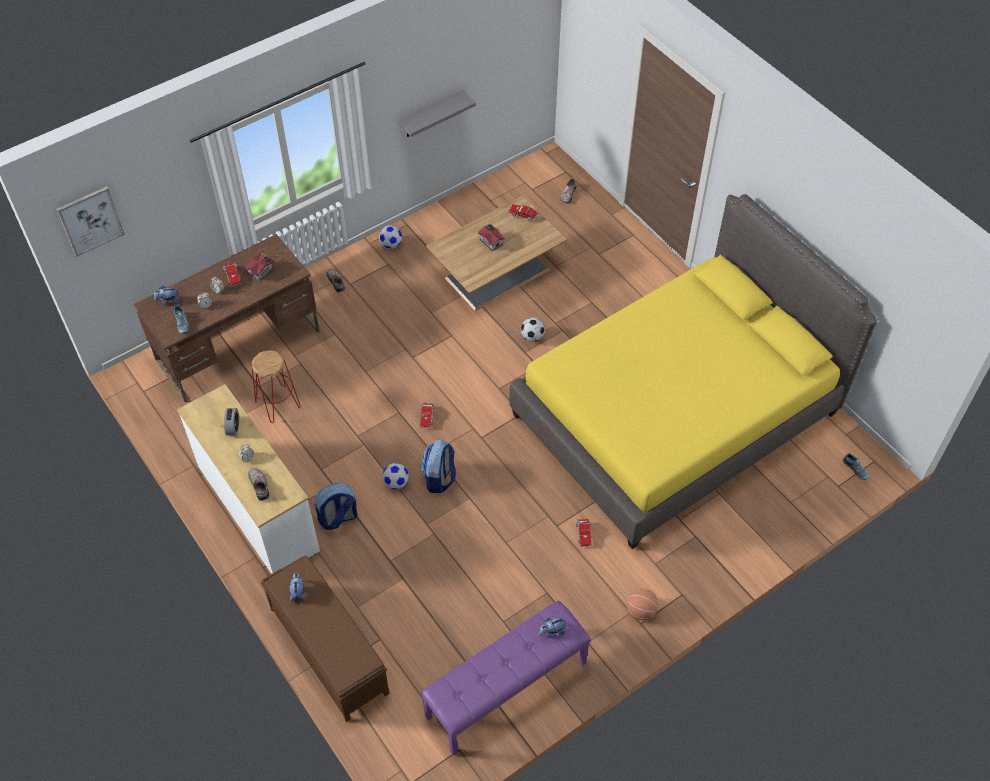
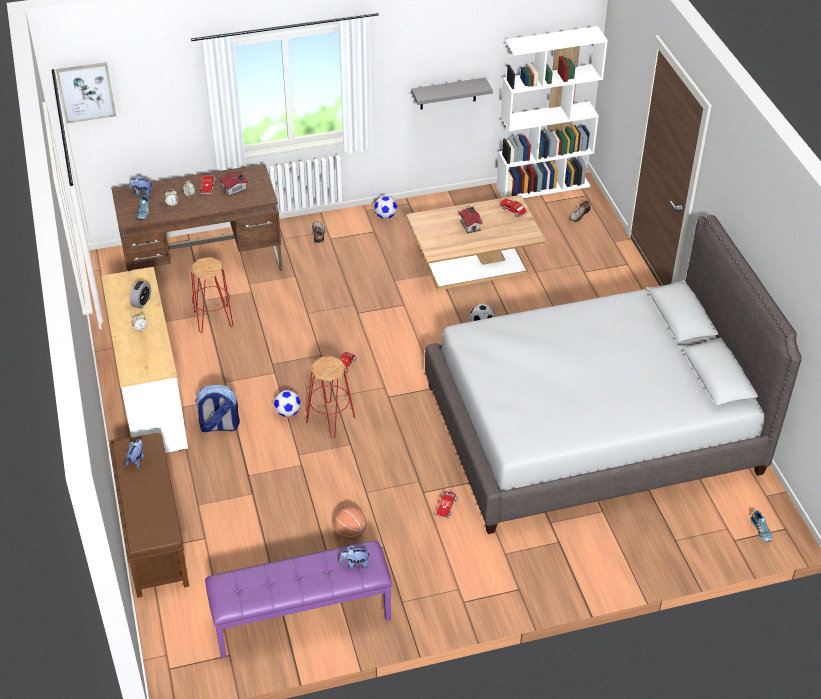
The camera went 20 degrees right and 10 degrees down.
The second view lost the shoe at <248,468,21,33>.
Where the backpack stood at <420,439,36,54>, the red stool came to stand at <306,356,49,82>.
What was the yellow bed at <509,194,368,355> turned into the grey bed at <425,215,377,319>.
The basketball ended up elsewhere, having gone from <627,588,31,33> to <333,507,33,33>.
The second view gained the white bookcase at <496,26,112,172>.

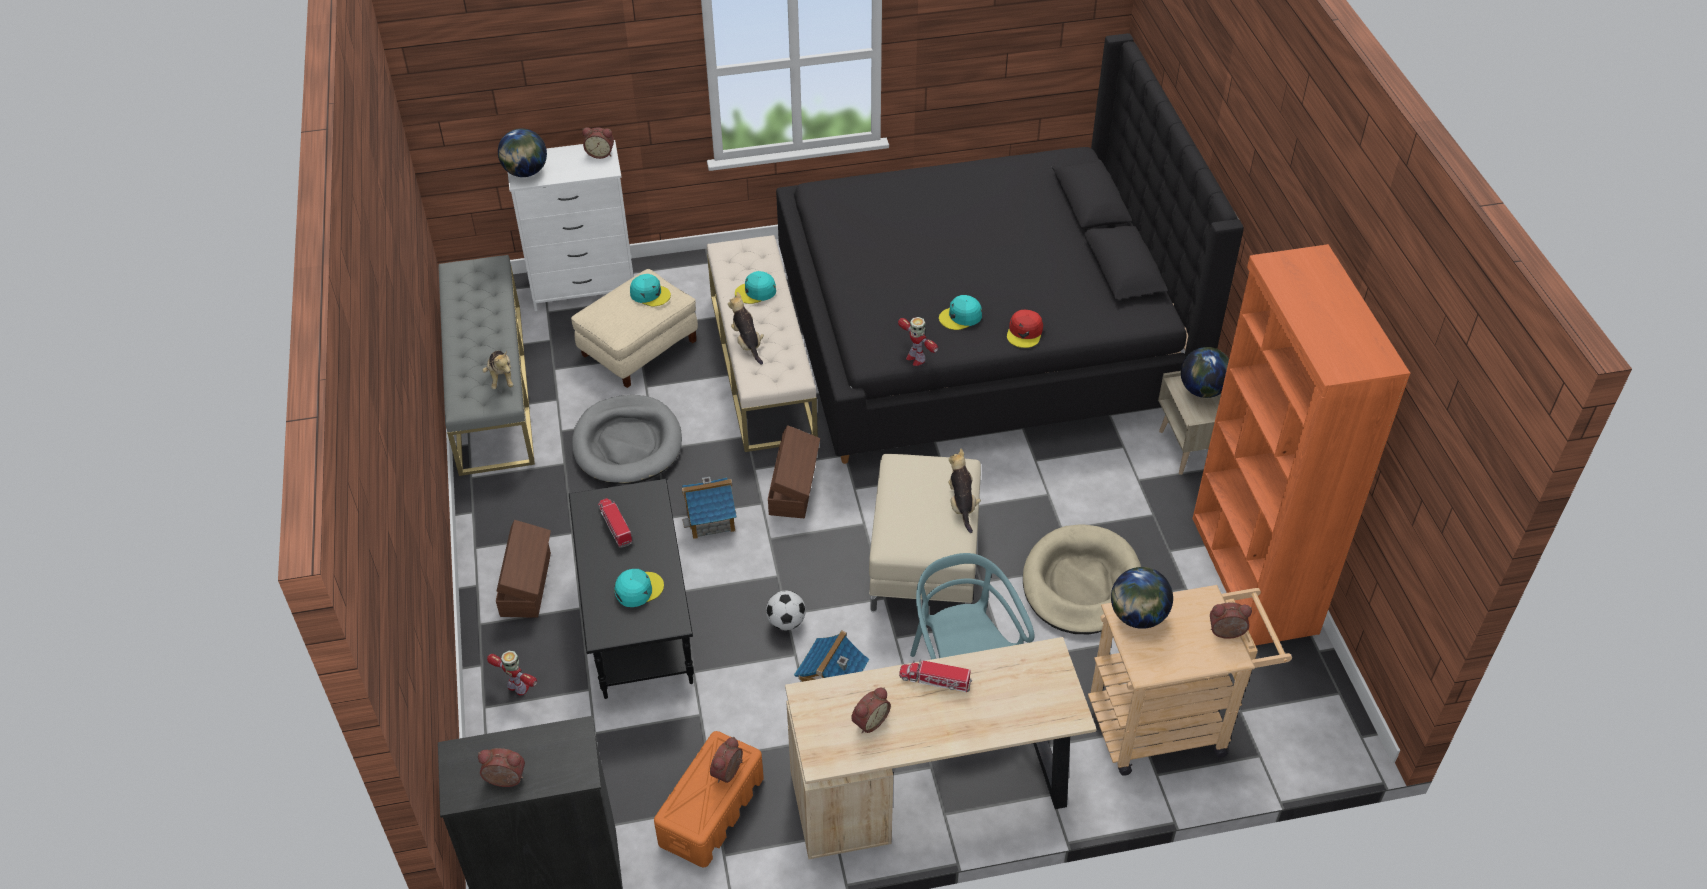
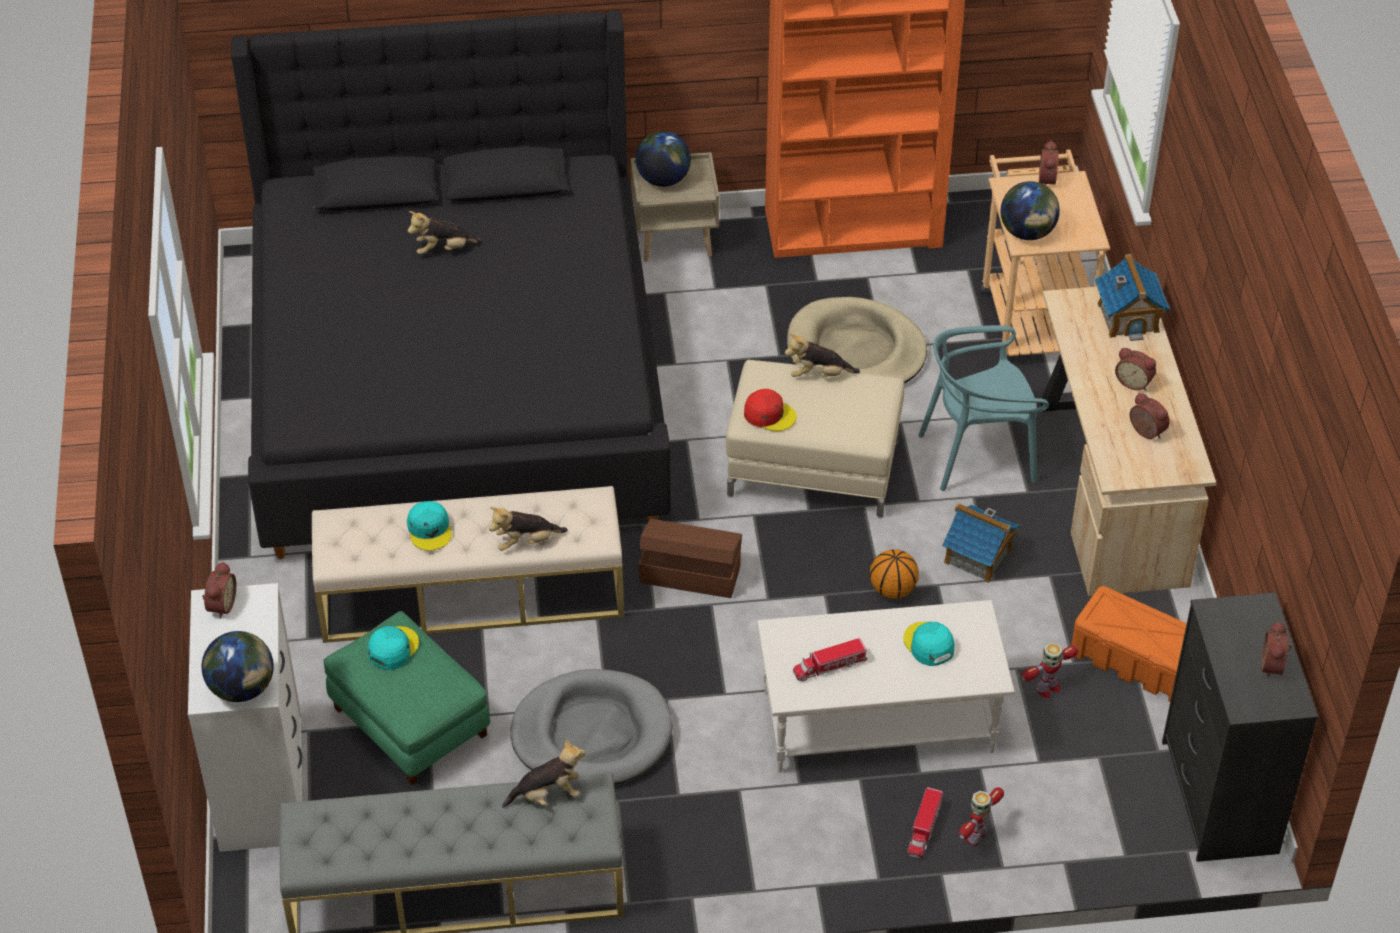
The camera went 85 degrees left and 0 degrees up.
The second view lost the brown storage box at <496,520,55,97>.
What was the black coffee table at <569,479,125,220> turned into the white coffee table at <757,600,258,173>.
What was the beige ottoman at <571,269,127,119> turned into the green ottoman at <323,611,167,175>.
The toy house ended up elsewhere, having gone from <682,477,55,62> to <1095,254,75,87>.
The alarm clock ended up elsewhere, having gone from <710,737,33,46> to <1115,348,41,43>.
Where the football stood at <766,591,40,39>, the basketball came to stand at <870,549,49,49>.
The toy robot ended up elsewhere, having gone from <898,317,40,49> to <1021,643,57,55>.
The toy truck ended up elsewhere, having gone from <899,659,73,33> to <907,787,36,71>.
The second view lost the turquoise cap at <939,295,43,35>.
The red cap ended up elsewhere, having gone from <1007,310,36,38> to <744,389,52,42>.
The second view gained the plush toy at <408,211,75,43>.

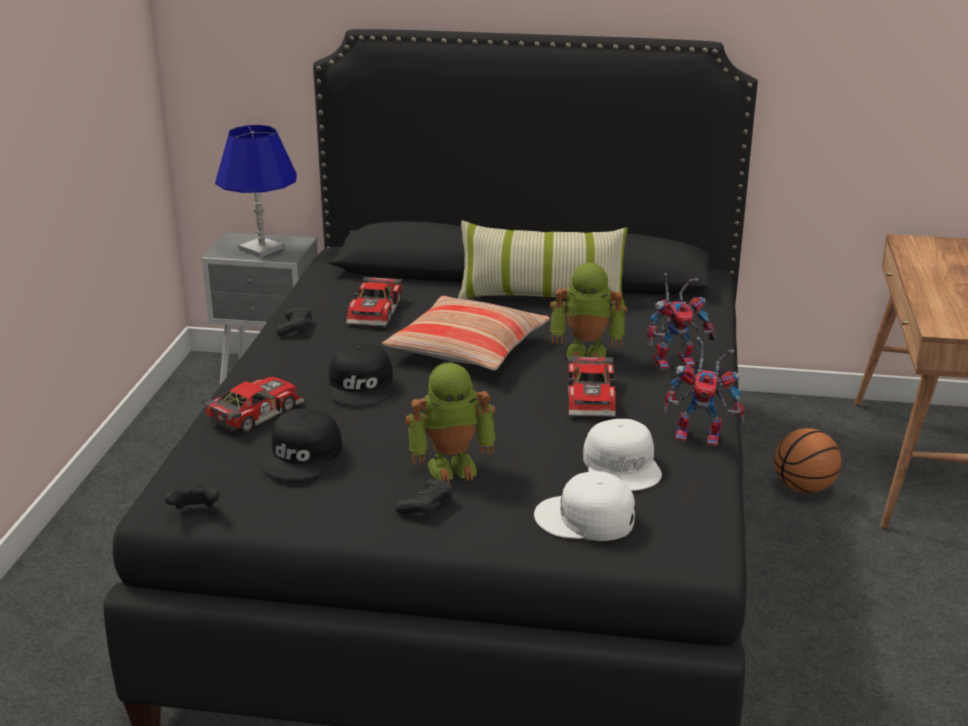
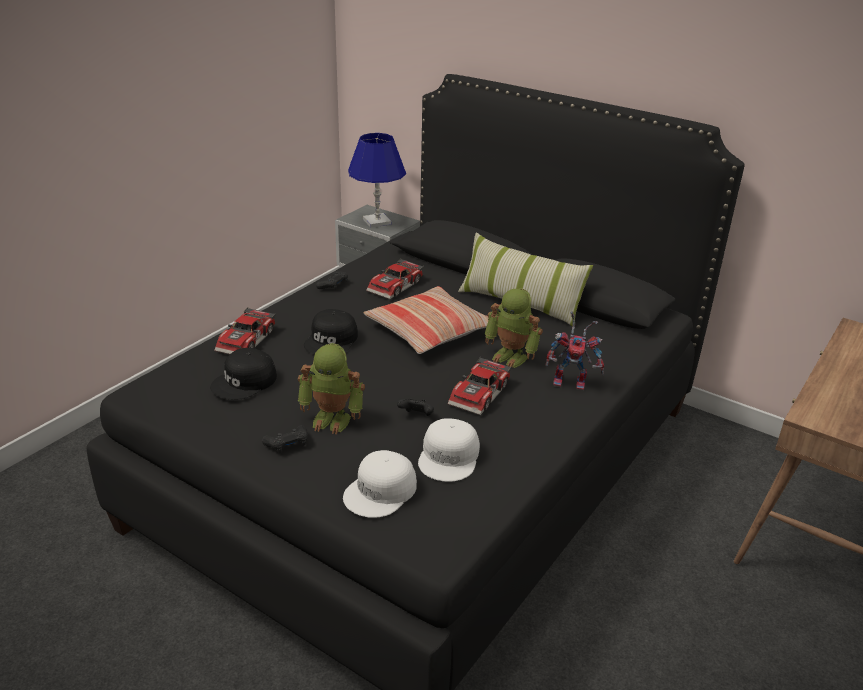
The camera went 25 degrees right and 5 degrees up.
The black game controller ended up elsewhere, having gone from <165,485,54,24> to <397,398,37,18>.
The toy car at <201,377,103,56> ended up facing another way, 135 degrees clockwise from before.
The white cap at <534,471,101,70> ended up facing another way, 90 degrees counterclockwise from before.
The second view lost the toy robot at <664,336,80,110>.
The second view lost the basketball at <774,428,67,65>.

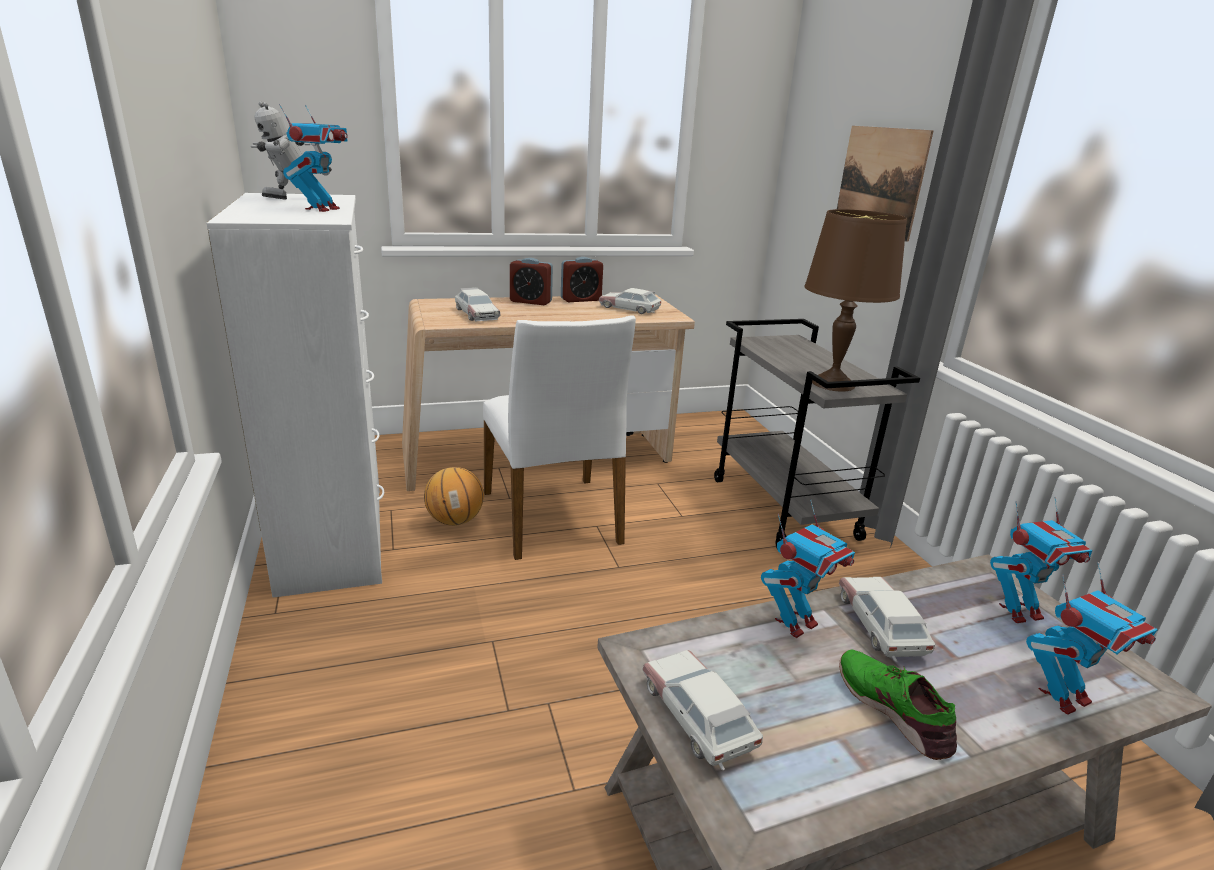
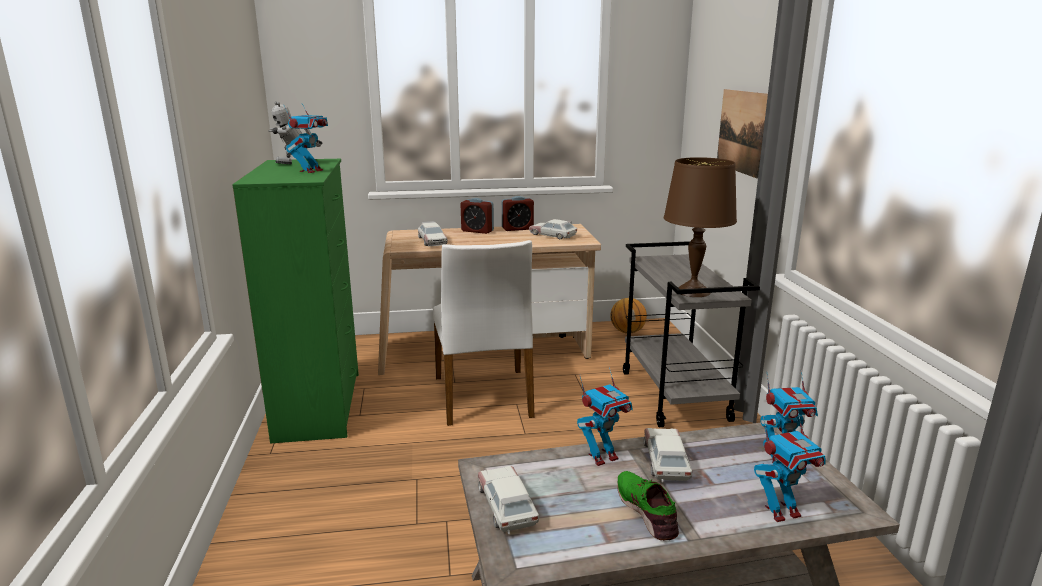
The camera went 10 degrees right and 5 degrees down.
What was the white dresser at <207,193,177,405> turned into the green dresser at <232,159,127,285>.
The basketball ended up elsewhere, having gone from <424,467,60,59> to <610,298,37,35>.

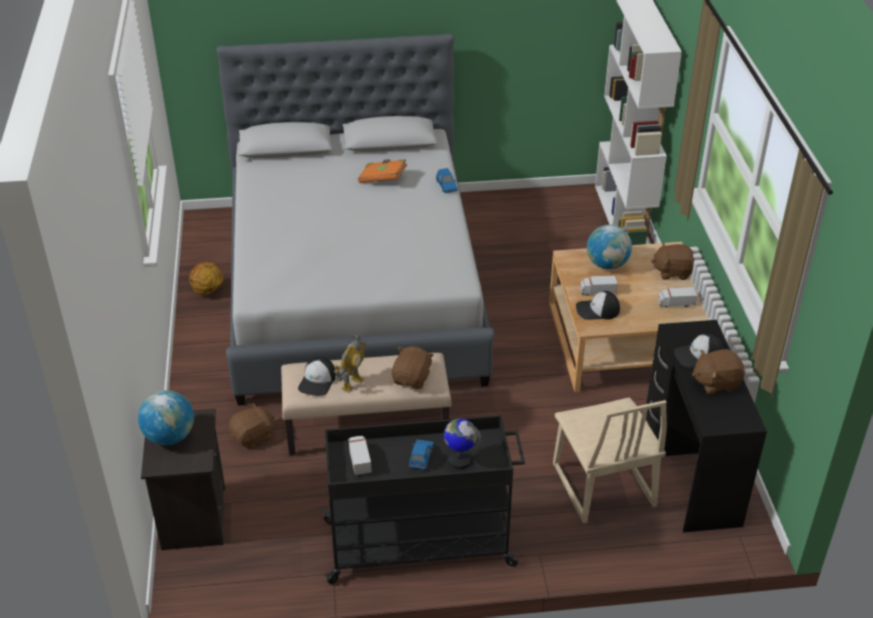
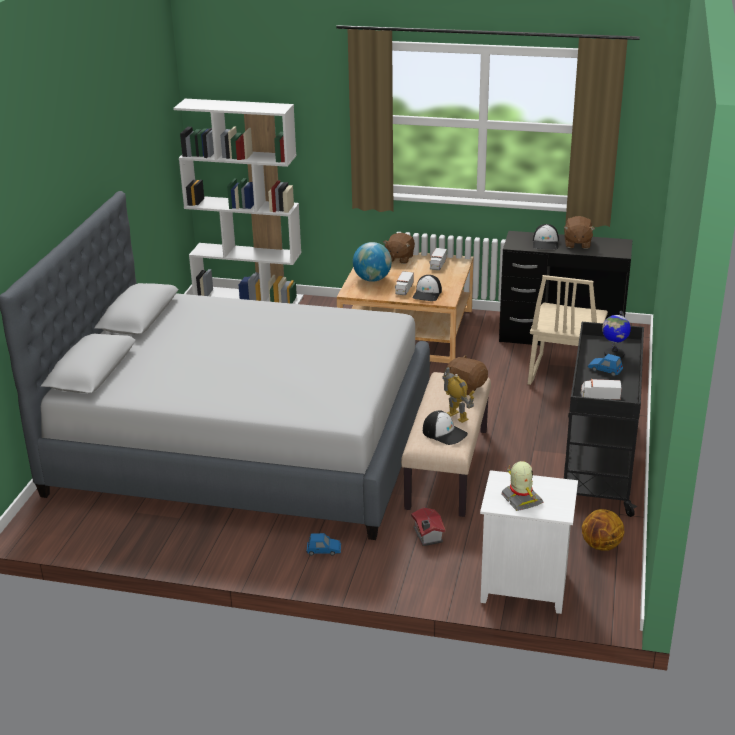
The camera went 70 degrees left and 10 degrees down.
Where the globe stood at <138,390,56,55>, the toy robot came to stand at <501,461,43,50>.
What was the black nightstand at <141,409,84,141> turned into the white nightstand at <480,470,98,144>.
The basketball ended up elsewhere, having gone from <189,262,34,34> to <582,509,42,42>.
Where the brown plush toy stood at <229,403,46,46>, the toy house came to stand at <411,507,35,39>.
The second view lost the orange book at <358,159,49,24>.
The blue toy car ended up elsewhere, having gone from <436,168,22,25> to <307,533,34,23>.
The beige chair at <553,397,114,126> ended up facing another way, 105 degrees clockwise from before.

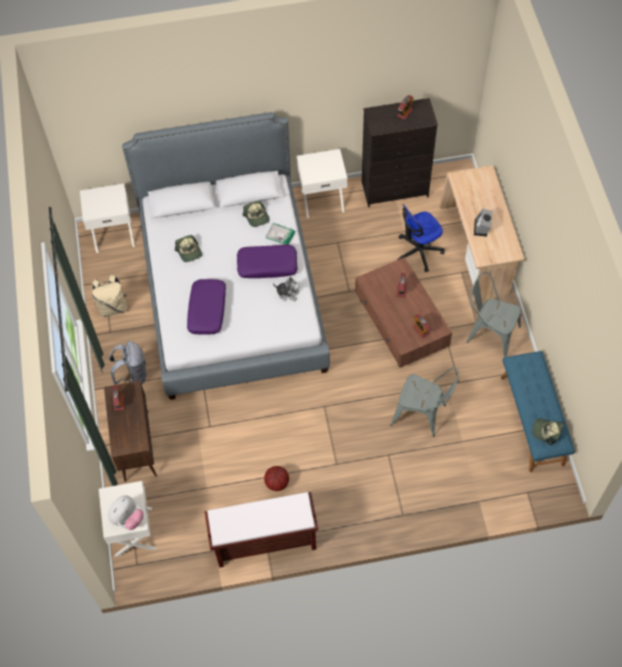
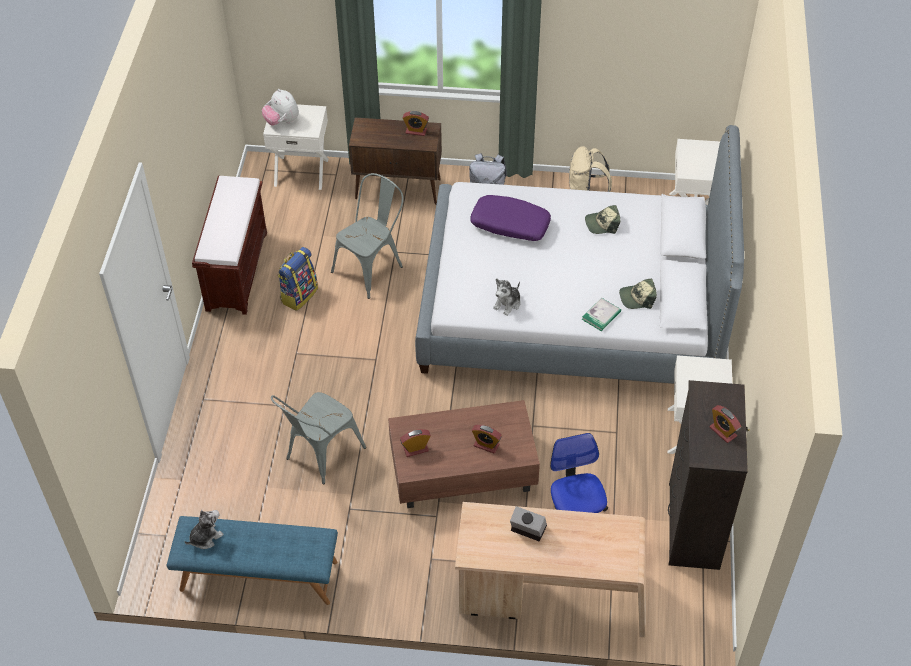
The camera went 105 degrees right and 10 degrees down.
The second view lost the purple pillow at <237,245,61,33>.
Where the basketball stood at <264,466,25,25>, the backpack came to stand at <277,247,41,64>.
The grey chair ended up elsewhere, having gone from <466,271,55,86> to <331,173,73,126>.
Where the cap stood at <532,418,32,27>, the plush toy came to stand at <184,510,40,39>.

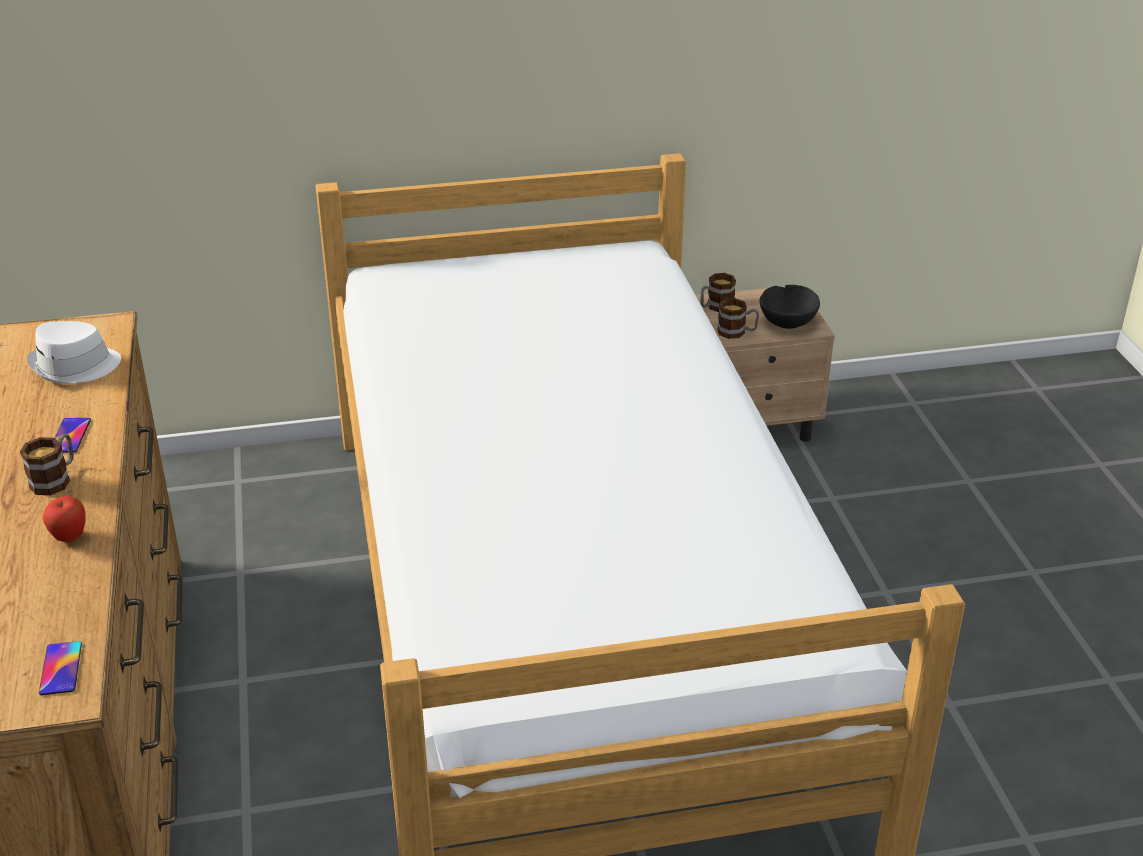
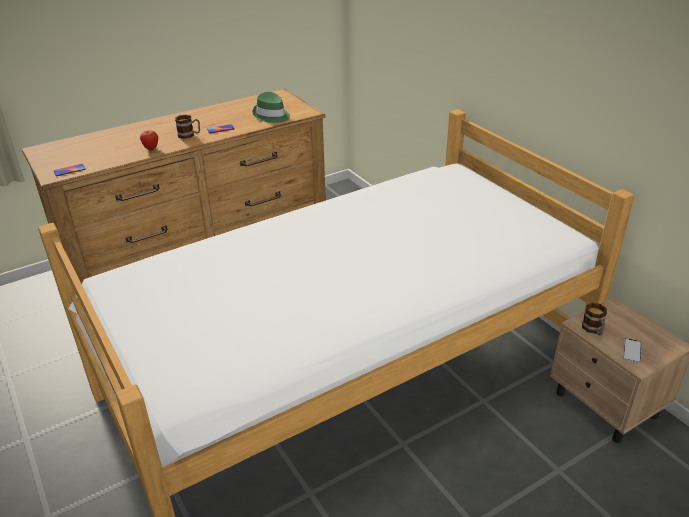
The camera went 70 degrees right and 0 degrees up.
What was the white hat at <27,321,94,63> turned into the green hat at <253,92,37,31>.
The second view lost the mug at <700,273,36,39>.
Where the black bowl stood at <760,285,60,44>, the phone came to stand at <623,338,19,25>.

